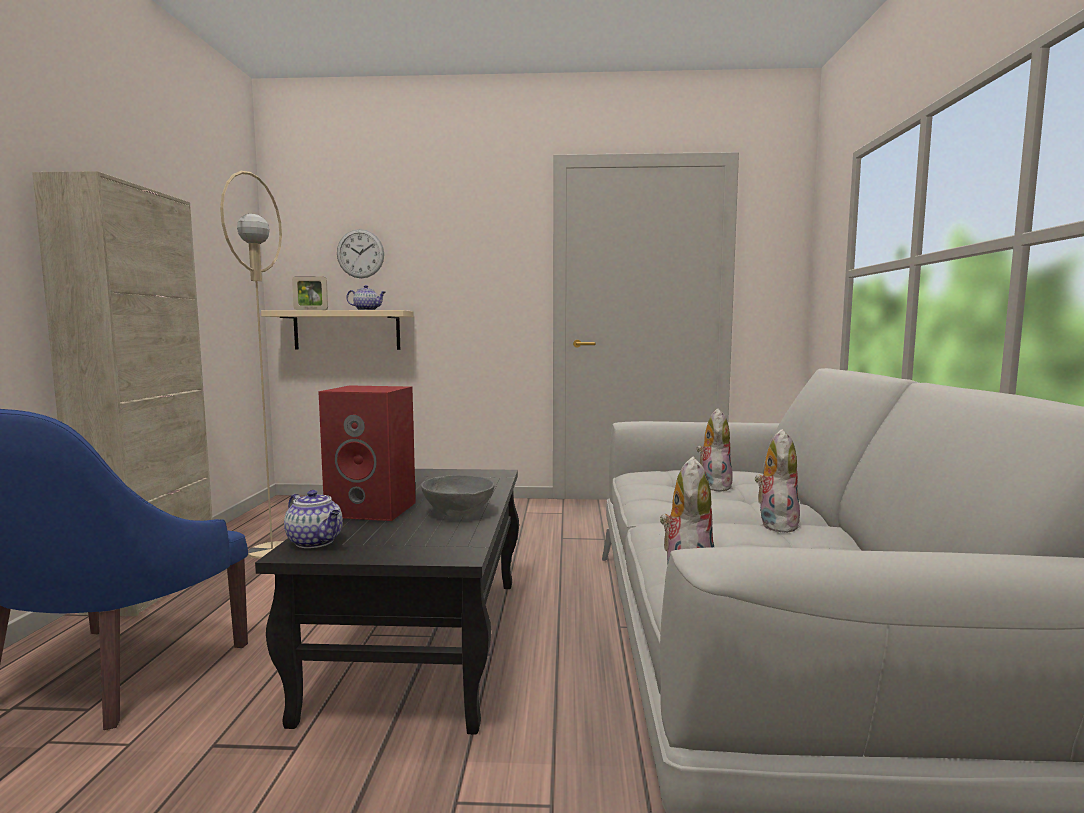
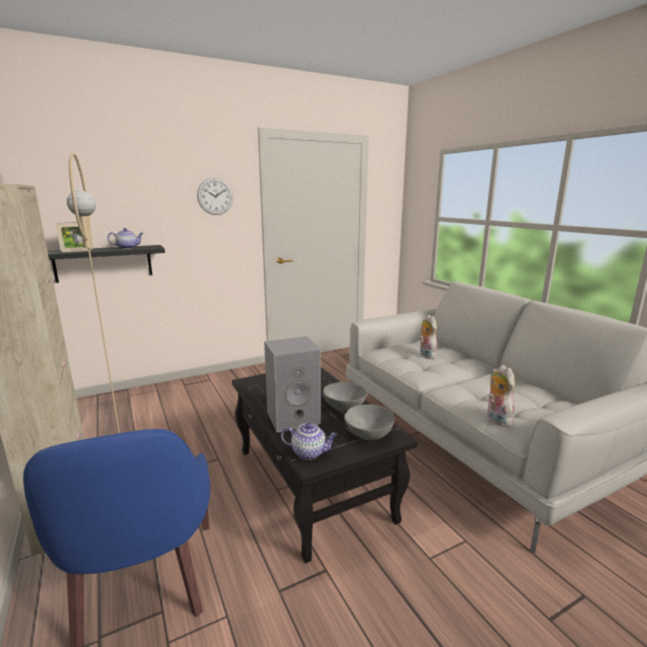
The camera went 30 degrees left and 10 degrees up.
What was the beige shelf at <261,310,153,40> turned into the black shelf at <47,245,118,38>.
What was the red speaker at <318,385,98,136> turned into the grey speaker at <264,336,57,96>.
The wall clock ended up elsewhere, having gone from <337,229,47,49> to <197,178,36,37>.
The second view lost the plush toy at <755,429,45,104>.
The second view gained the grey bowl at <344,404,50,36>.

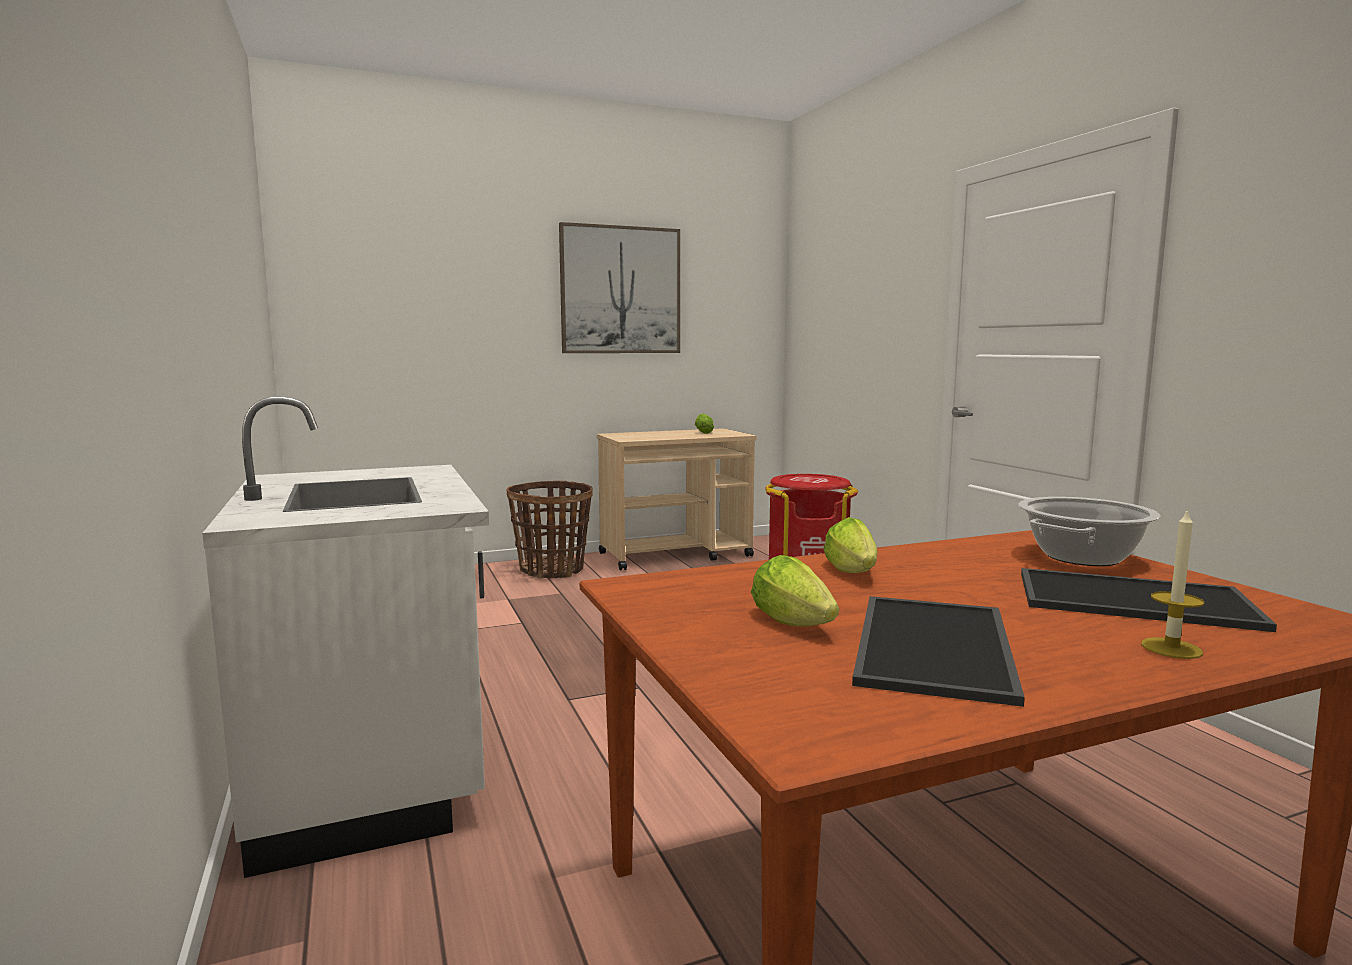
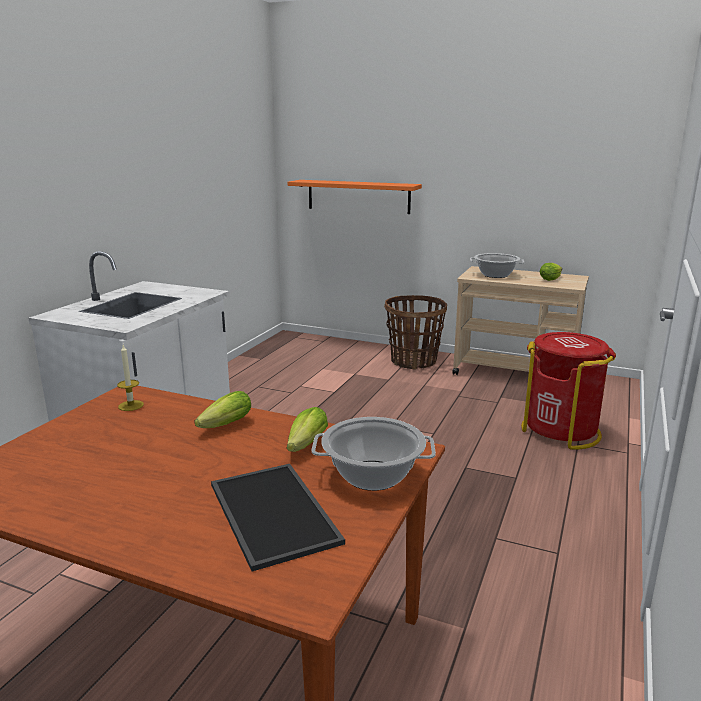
The camera went 45 degrees right and 10 degrees up.
The second view lost the picture at <559,222,121,131>.
The lettuce ended up elsewhere, having gone from <751,555,88,72> to <287,407,41,45>.
The second view lost the tray at <852,596,173,111>.
The candle ended up elsewhere, having gone from <1141,508,63,151> to <117,345,27,66>.
The second view gained the orange shelf at <287,180,135,34>.
The second view gained the cooking pot at <470,253,55,25>.

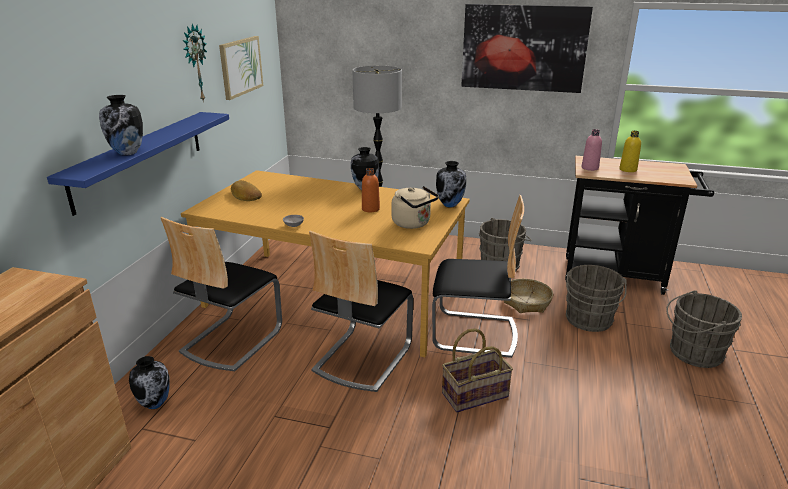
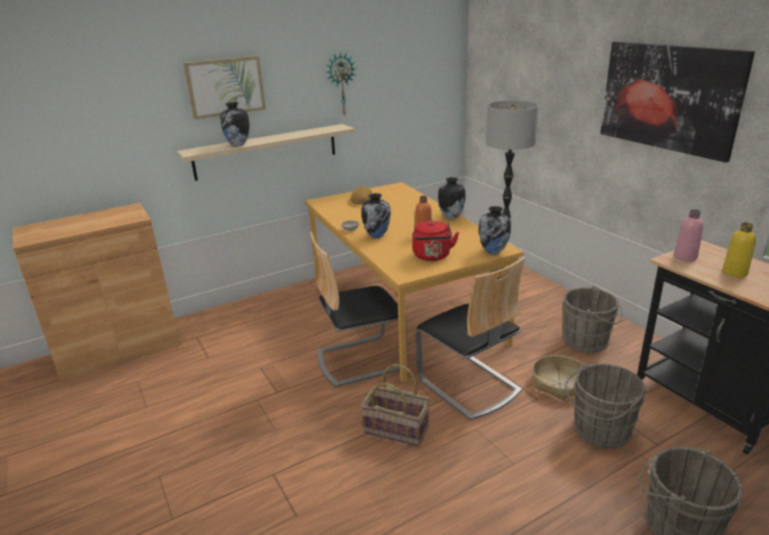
The camera went 45 degrees right and 0 degrees up.
What was the blue shelf at <47,112,182,104> turned into the beige shelf at <176,124,179,57>.
The vase ended up elsewhere, having gone from <129,356,41,53> to <361,193,30,45>.
The second view lost the chair at <160,217,122,154>.
The picture ended up elsewhere, having gone from <219,36,44,64> to <184,56,82,63>.
What was the beige kettle at <392,186,47,43> turned into the red kettle at <412,221,47,40>.

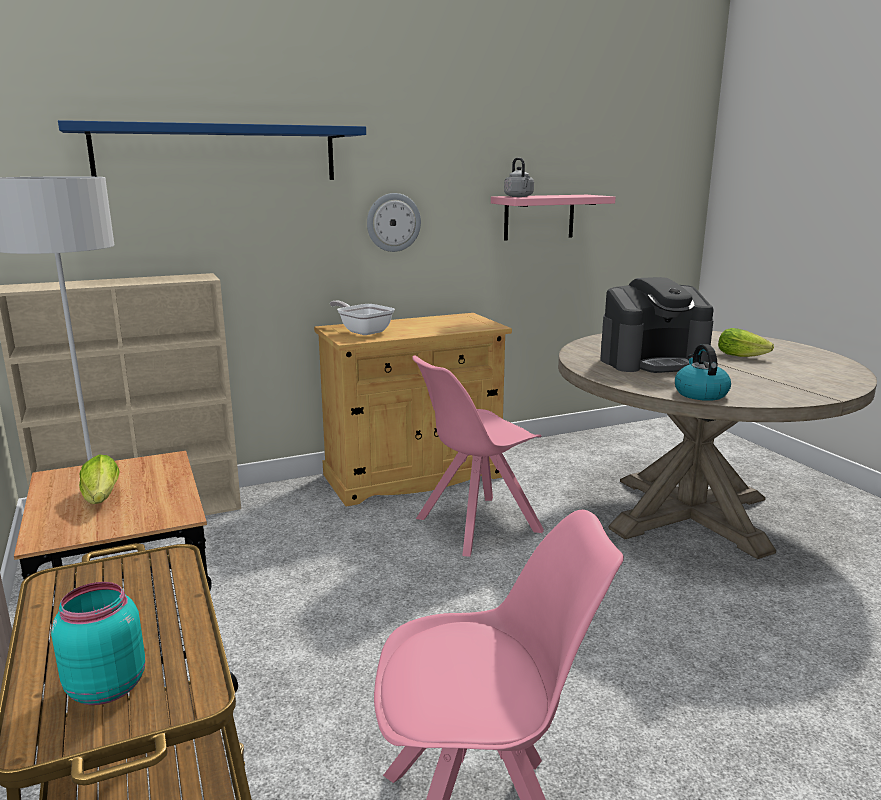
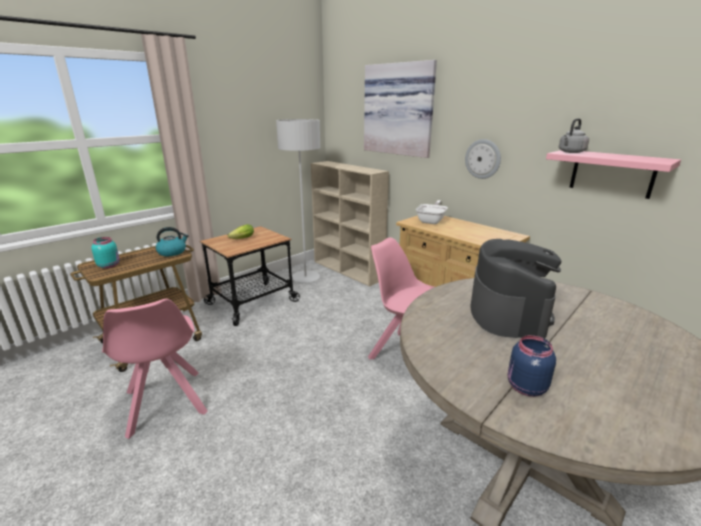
The camera went 70 degrees right and 5 degrees up.
Where the blue shelf hung at <58,120,308,60>, the picture came to hang at <364,60,73,98>.
The coffee machine at <600,277,114,96> ended up facing another way, 135 degrees counterclockwise from before.
The kettle ended up elsewhere, having gone from <675,344,56,57> to <156,227,33,29>.
The second view lost the lettuce at <718,328,56,29>.
The second view gained the blue jar at <507,335,49,62>.

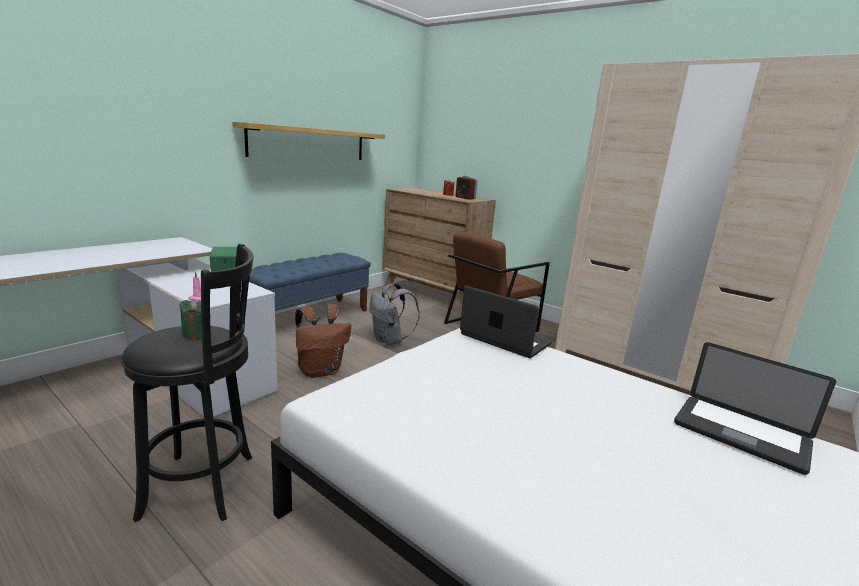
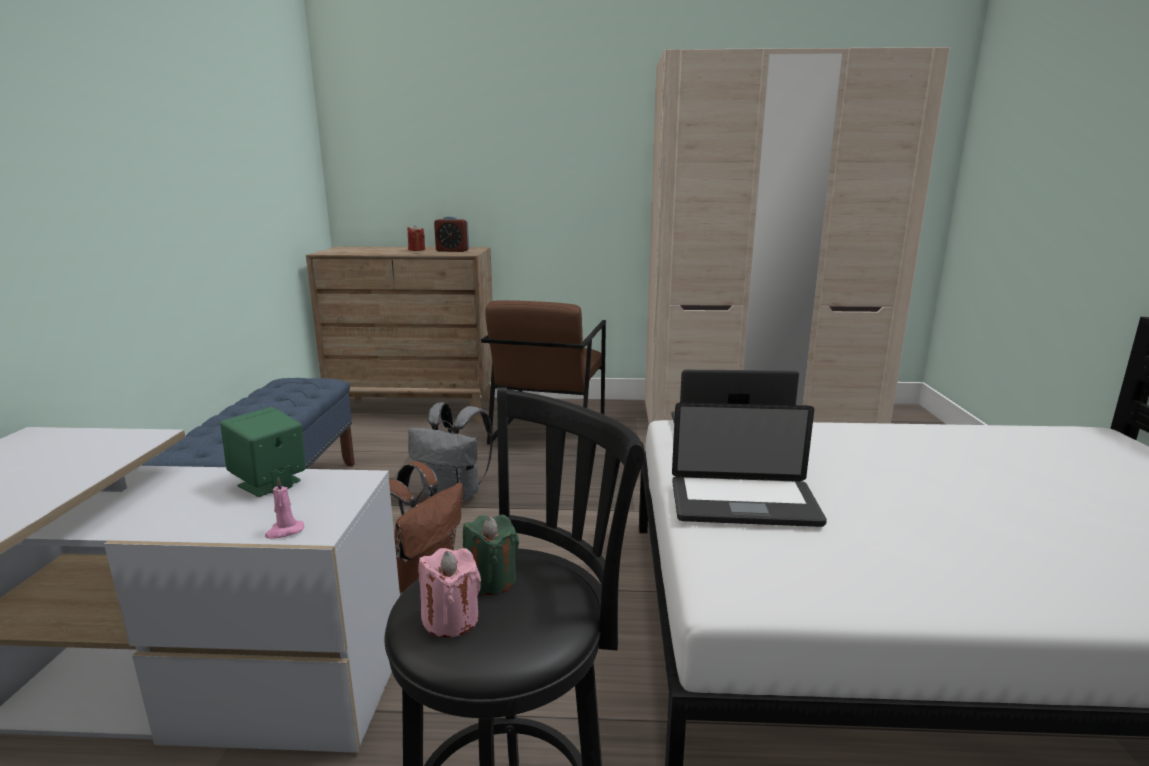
The camera went 35 degrees left and 0 degrees up.
The second view lost the shelf at <232,122,153,38>.
The laptop ended up elsewhere, having gone from <674,342,162,133> to <672,402,155,125>.
The second view gained the pink candle at <419,548,62,90>.

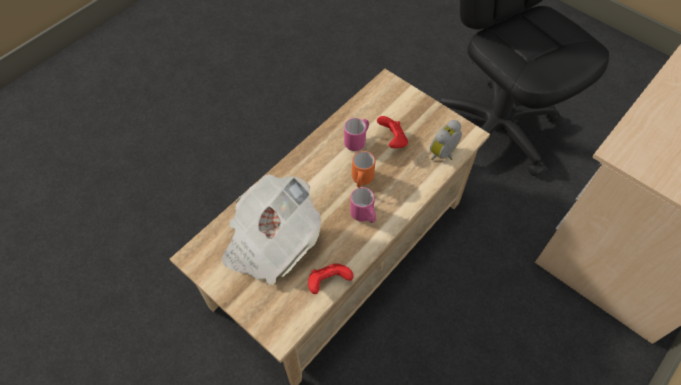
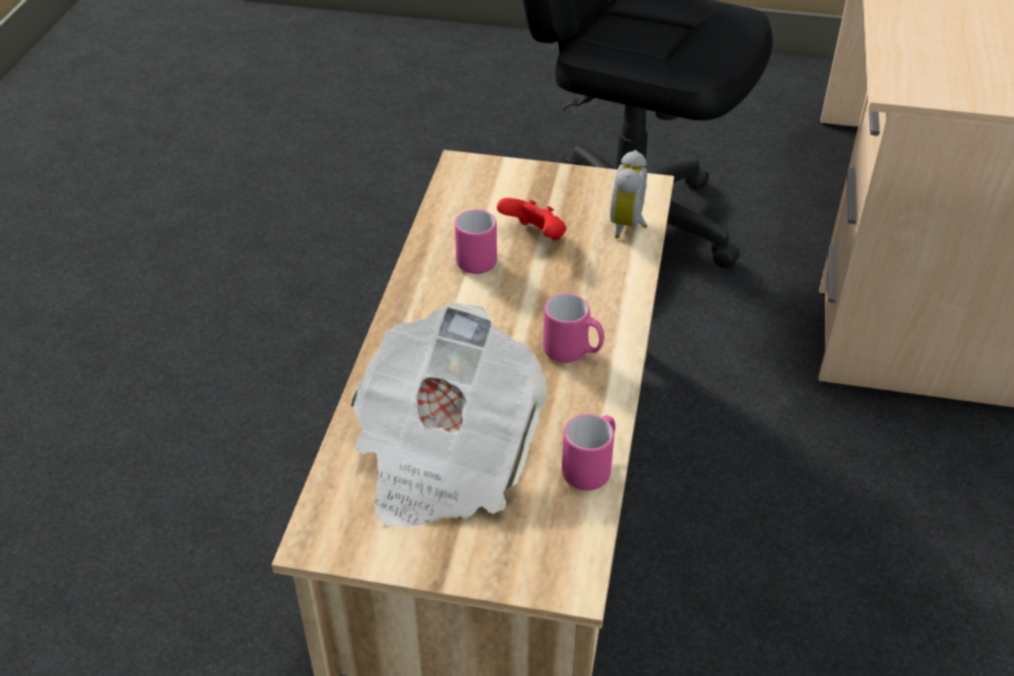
The camera went 30 degrees left and 15 degrees down.
Where the red game controller stood at <308,263,46,31>, the pink mug came to stand at <562,414,53,76>.
The second view lost the orange mug at <352,151,23,37>.

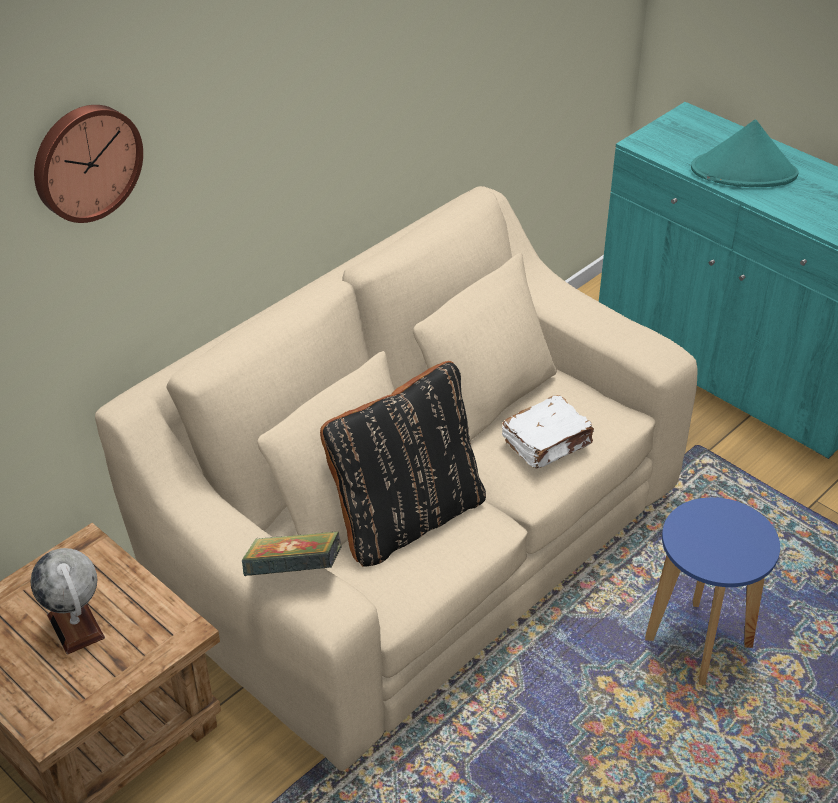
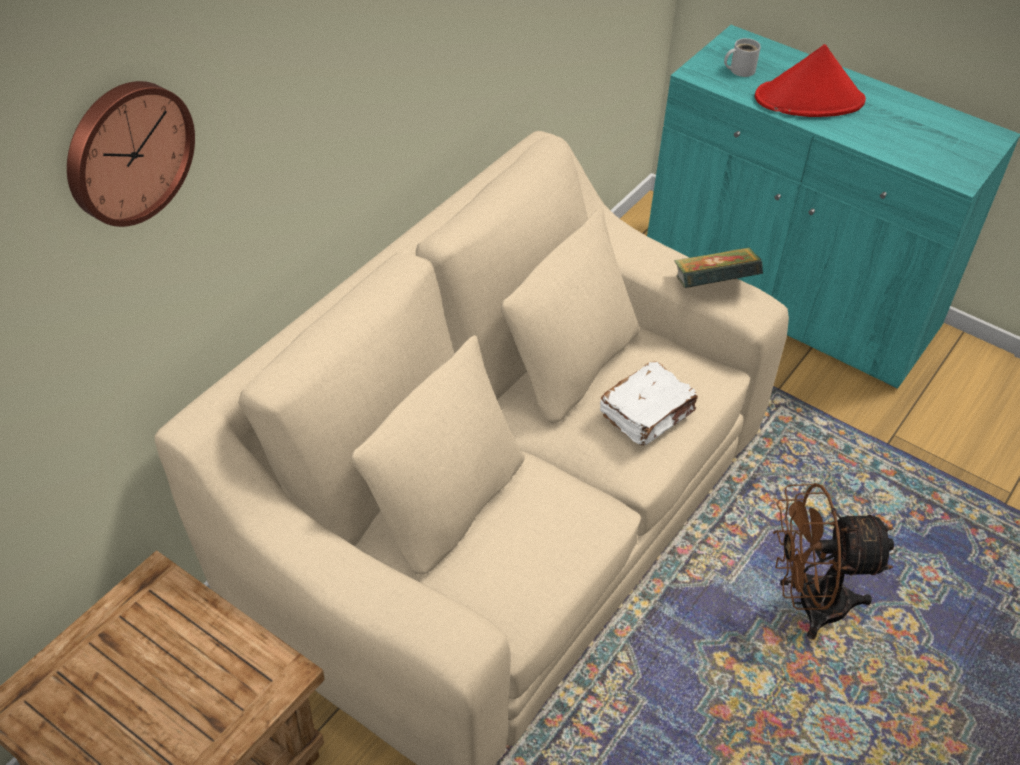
The camera went 10 degrees left and 5 degrees up.
The second view lost the globe at <31,548,74,106>.
The book ended up elsewhere, having gone from <242,531,100,45> to <674,248,89,40>.
The second view lost the black pillow at <320,361,166,206>.
Where the blue stool stood at <645,497,135,188>, the brown fan came to stand at <773,483,121,157>.
What was the turquoise hat at <691,119,108,68> turned into the red hat at <755,44,111,73>.
The second view gained the white mug at <724,38,37,39>.

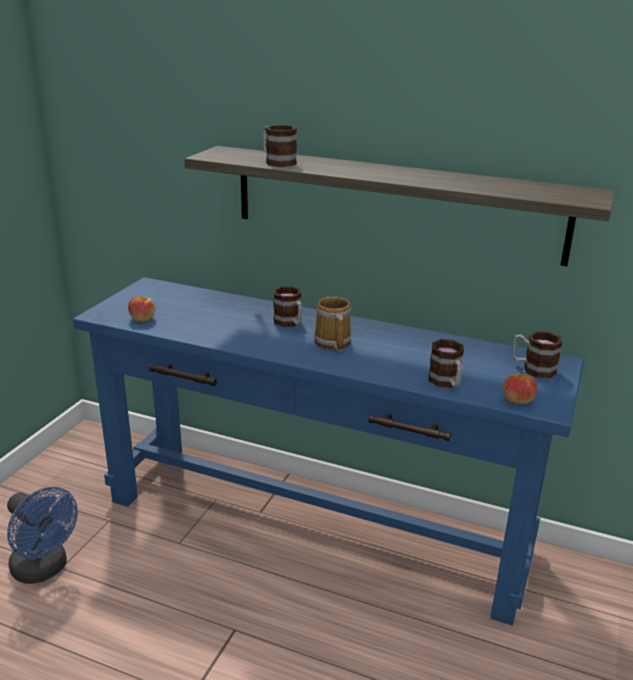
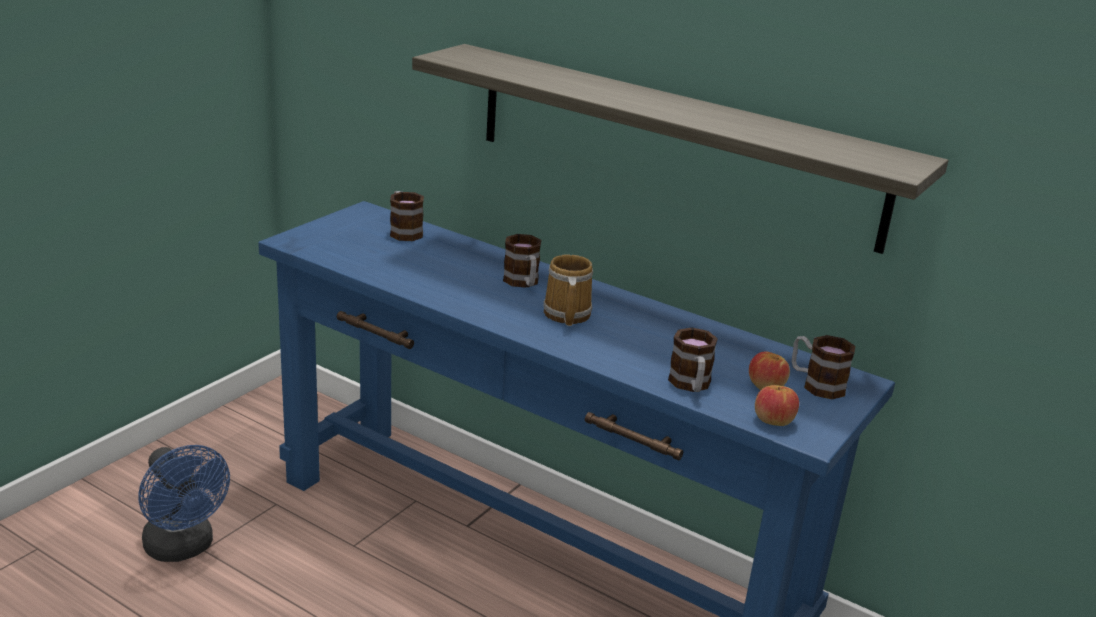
The camera went 10 degrees right and 0 degrees up.
The apple ended up elsewhere, having gone from <128,296,27,26> to <749,351,41,39>.
The mug ended up elsewhere, having gone from <263,125,34,42> to <390,191,34,50>.

